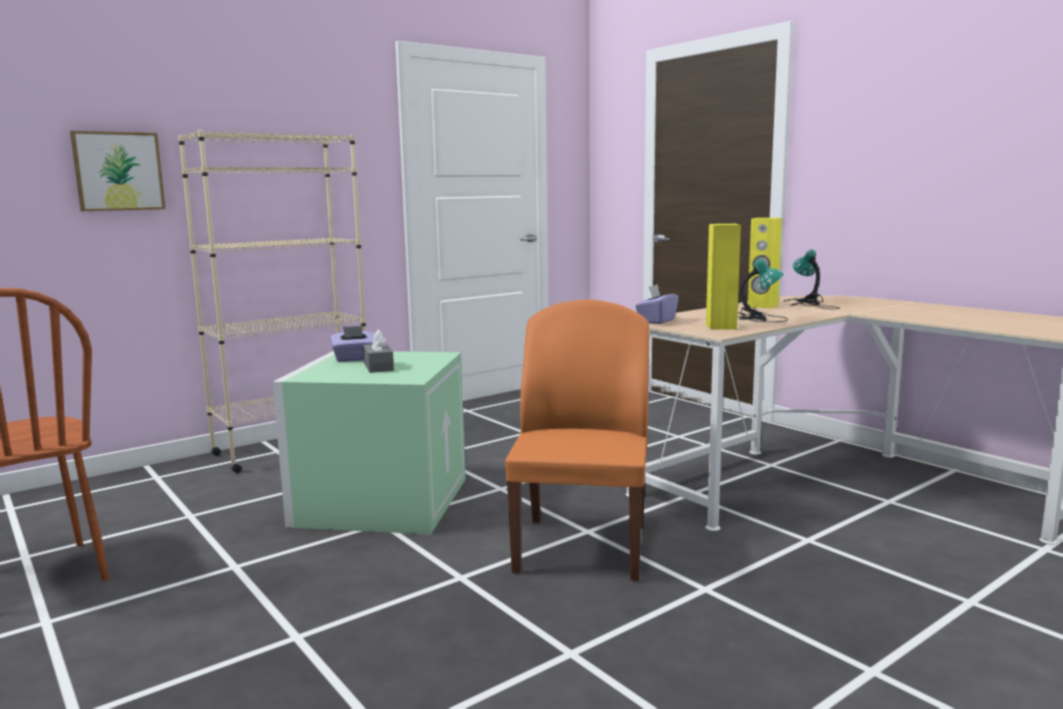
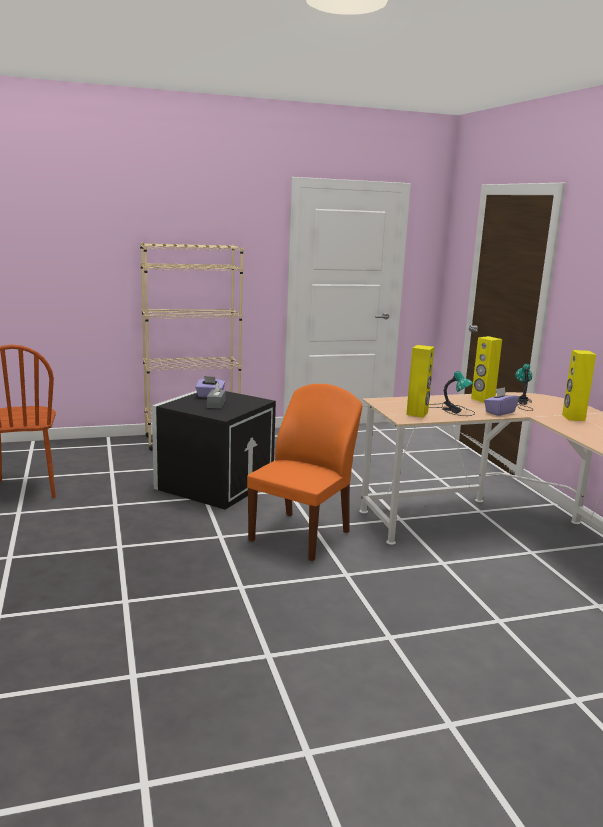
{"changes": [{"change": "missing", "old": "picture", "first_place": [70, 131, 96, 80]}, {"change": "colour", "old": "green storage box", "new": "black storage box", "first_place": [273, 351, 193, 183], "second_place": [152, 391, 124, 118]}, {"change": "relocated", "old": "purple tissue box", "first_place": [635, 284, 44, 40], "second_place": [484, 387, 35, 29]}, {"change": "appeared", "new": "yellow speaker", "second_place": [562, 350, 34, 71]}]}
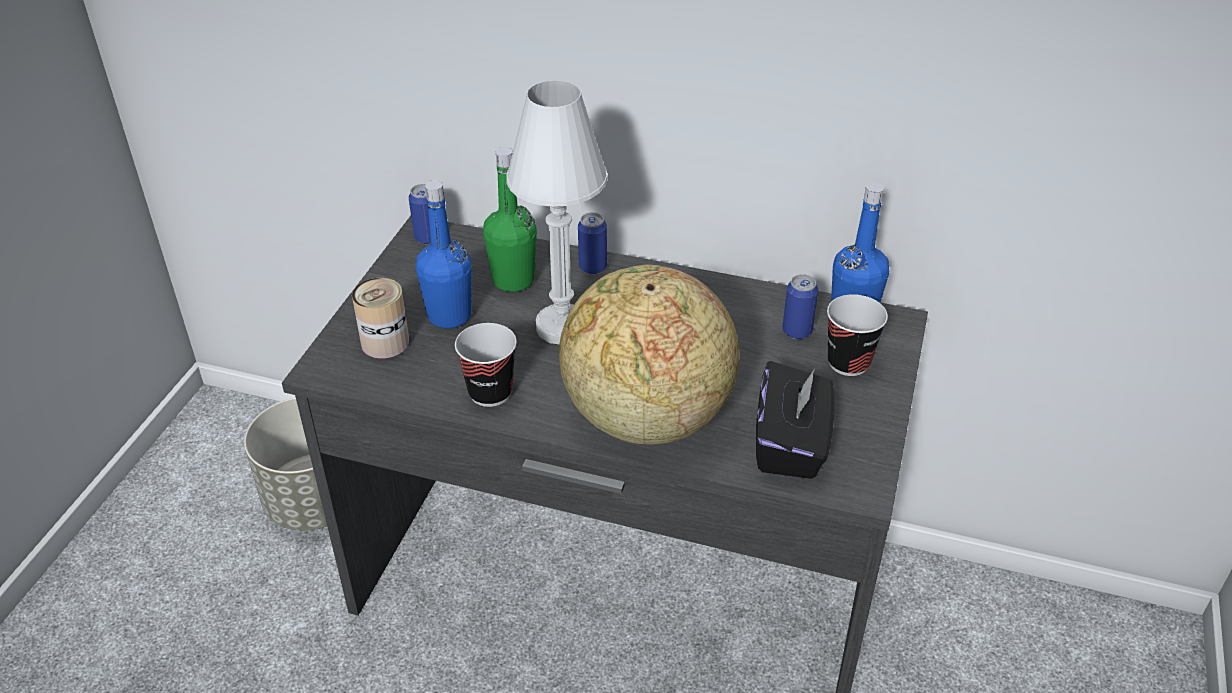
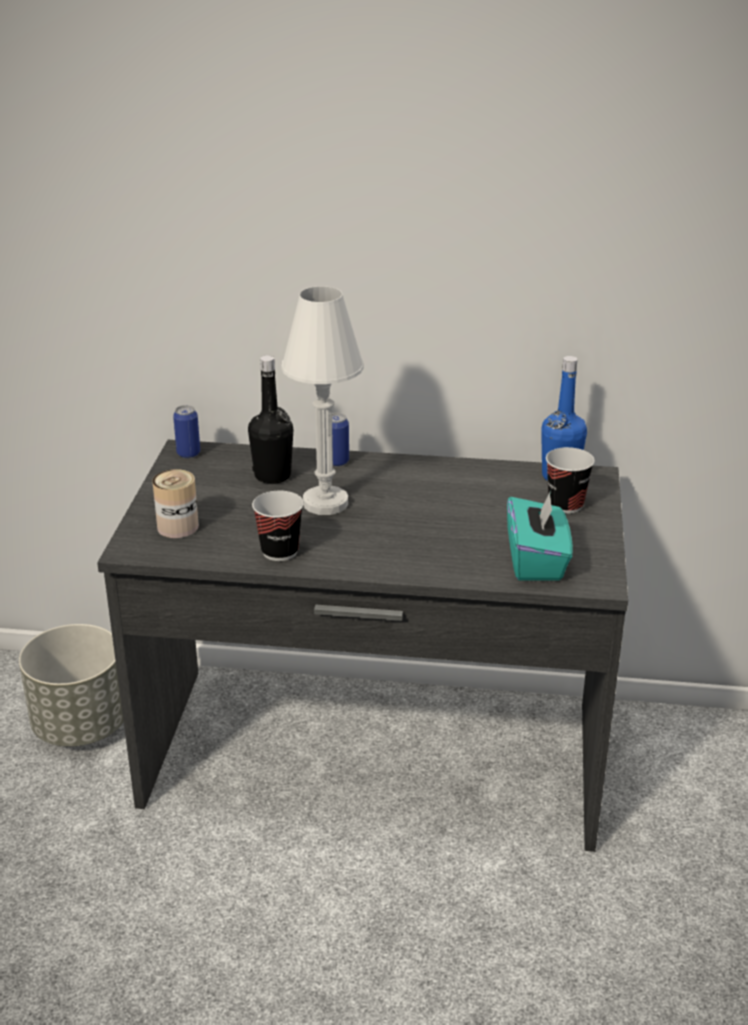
{"changes": [{"change": "missing", "old": "blue bottle", "first_place": [416, 180, 56, 148]}, {"change": "colour", "old": "green bottle", "new": "black bottle", "first_place": [483, 147, 54, 145], "second_place": [248, 355, 45, 129]}, {"change": "missing", "old": "globe", "first_place": [559, 264, 180, 181]}, {"change": "colour", "old": "black tissue box", "new": "turquoise tissue box", "first_place": [756, 361, 79, 118], "second_place": [507, 491, 66, 90]}, {"change": "missing", "old": "can", "first_place": [782, 274, 36, 65]}]}
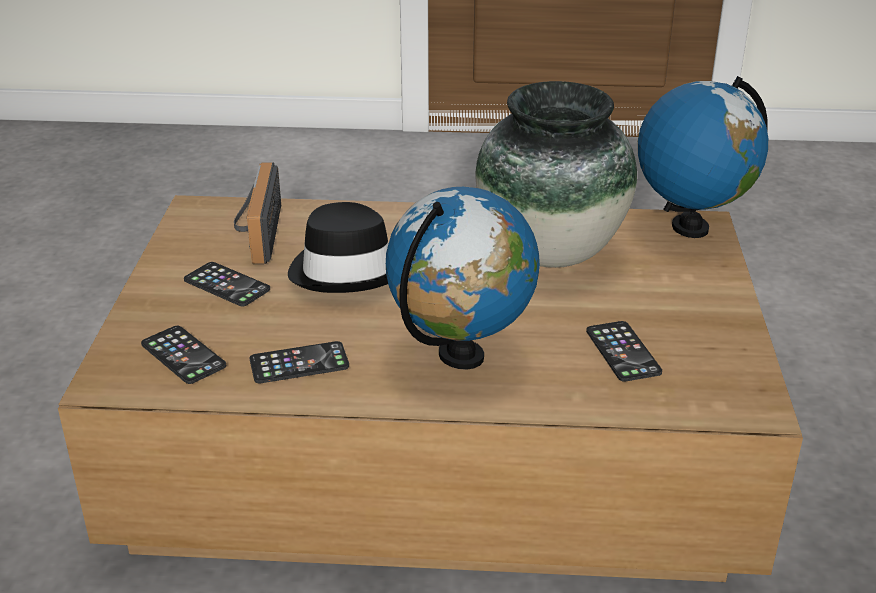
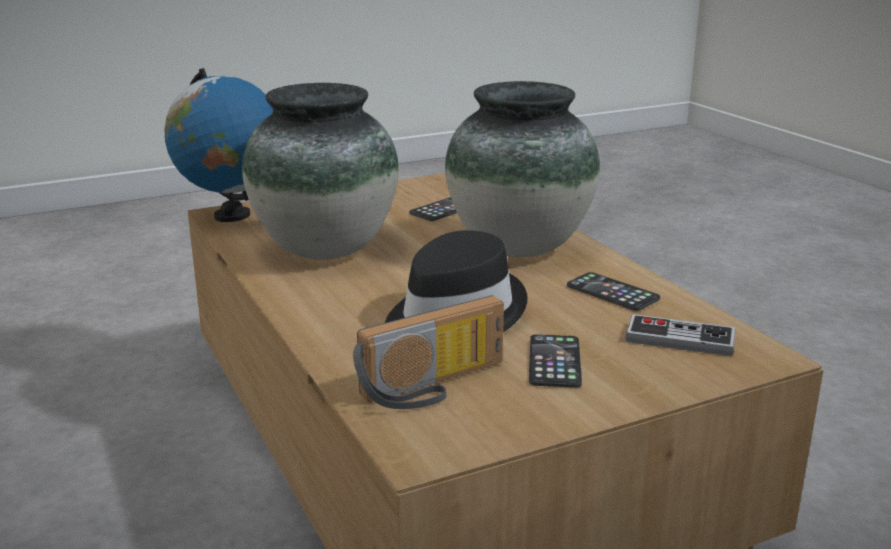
{"changes": [{"change": "exchanged", "old": "phone", "new": "game controller", "first_place": [141, 326, 85, 58], "second_place": [625, 314, 110, 42]}, {"change": "exchanged", "old": "globe", "new": "vase", "first_place": [386, 187, 154, 183], "second_place": [445, 81, 155, 176]}]}
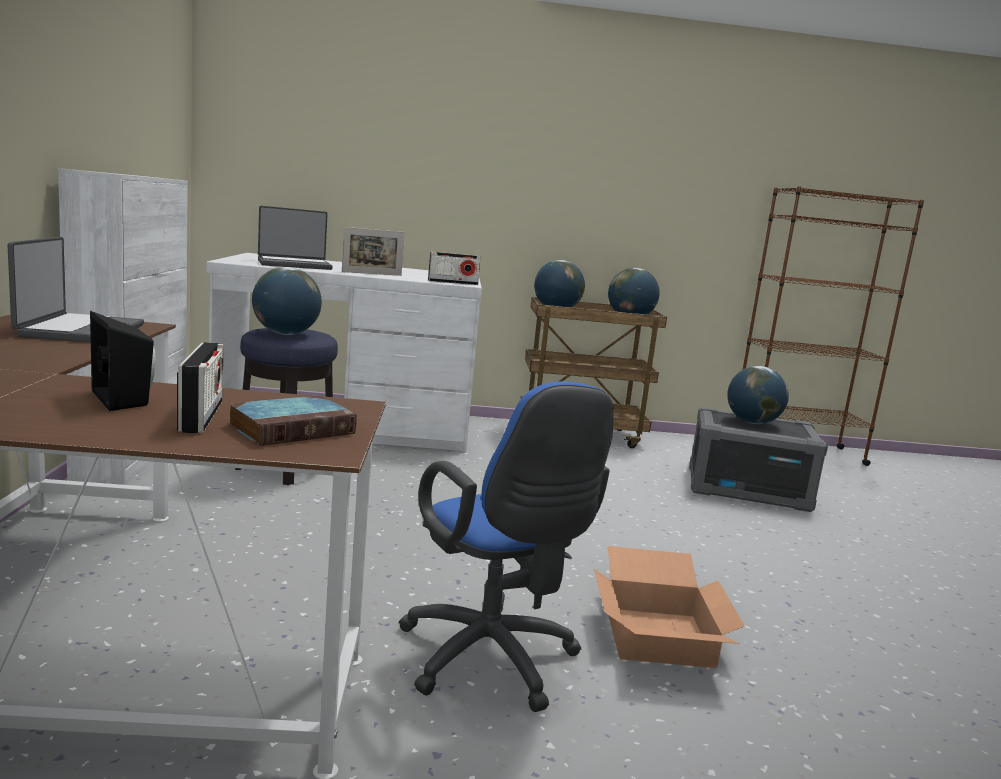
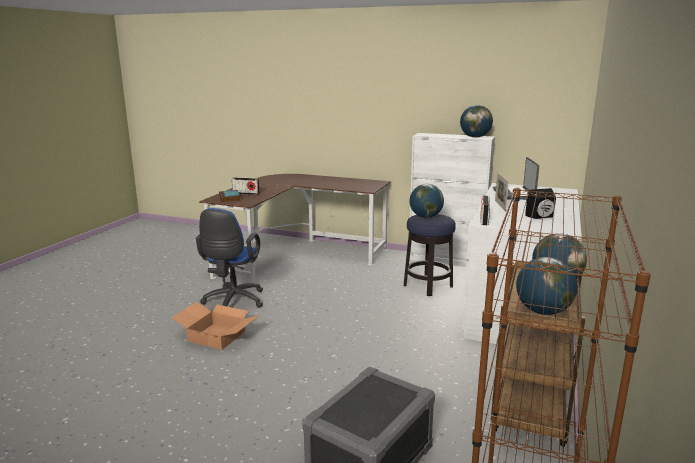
{"changes": [{"change": "missing", "old": "laptop", "first_place": [8, 237, 136, 105]}, {"change": "relocated", "old": "black speaker", "first_place": [90, 311, 66, 100], "second_place": [525, 188, 31, 31]}, {"change": "spun", "old": "blue office chair", "first_place": [398, 381, 216, 331], "second_place": [196, 208, 67, 100], "degrees": -75}, {"change": "relocated", "old": "globe", "first_place": [727, 366, 62, 58], "second_place": [460, 105, 33, 33]}]}
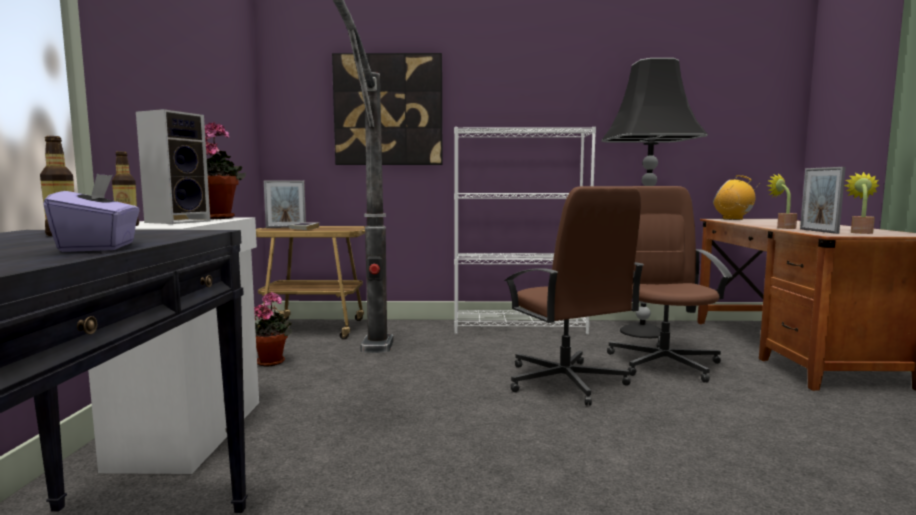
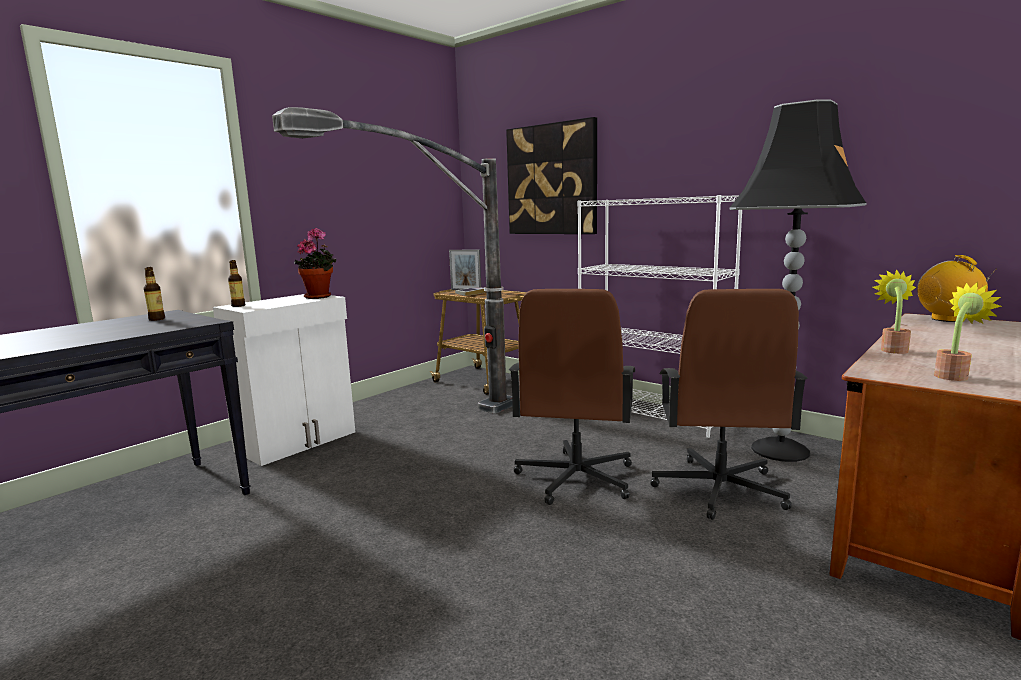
{"changes": [{"change": "missing", "old": "purple tissue box", "first_place": [43, 174, 97, 78]}, {"change": "missing", "old": "speaker", "first_place": [136, 109, 74, 115]}, {"change": "missing", "old": "potted plant", "first_place": [254, 292, 38, 75]}, {"change": "spun", "old": "brown office chair", "first_place": [607, 186, 126, 197], "second_place": [650, 289, 158, 231], "degrees": 150}, {"change": "missing", "old": "picture frame", "first_place": [800, 167, 46, 67]}]}
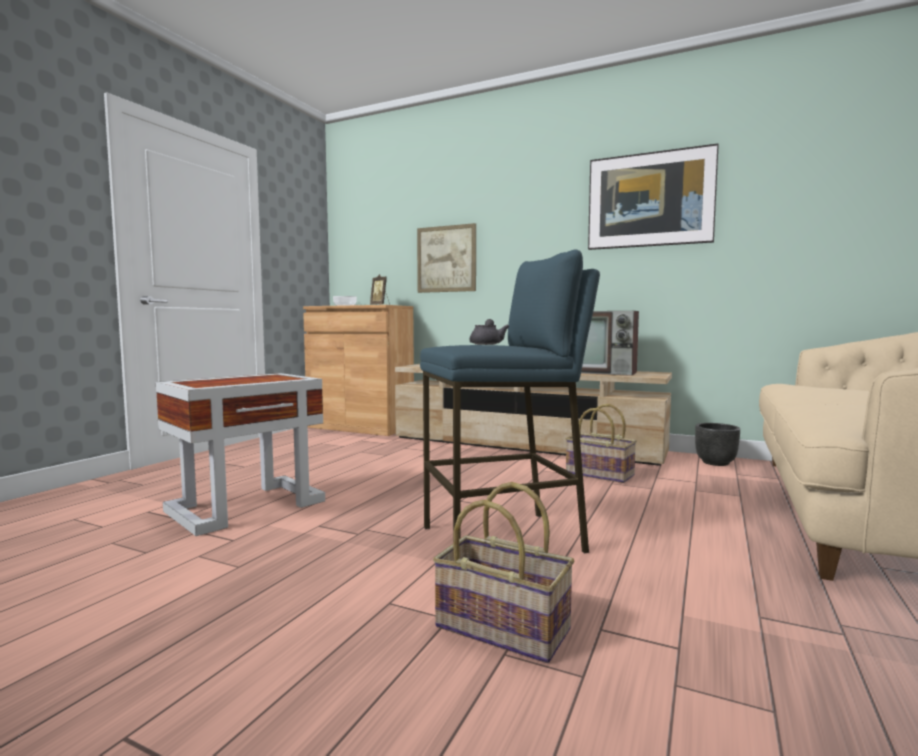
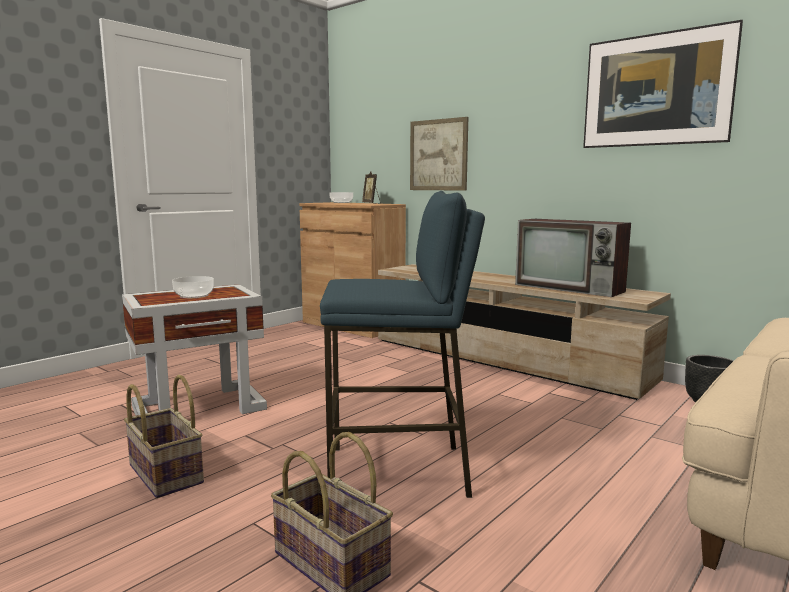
{"changes": [{"change": "missing", "old": "grey teapot", "first_place": [470, 319, 39, 26]}, {"change": "relocated", "old": "basket", "first_place": [565, 404, 72, 79], "second_place": [124, 375, 80, 123]}, {"change": "appeared", "new": "bowl", "second_place": [172, 276, 42, 22]}]}
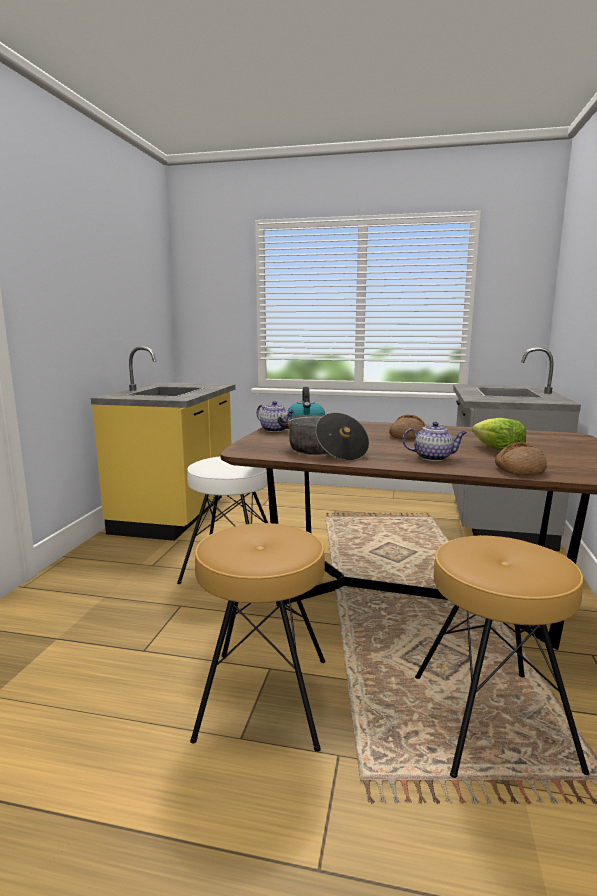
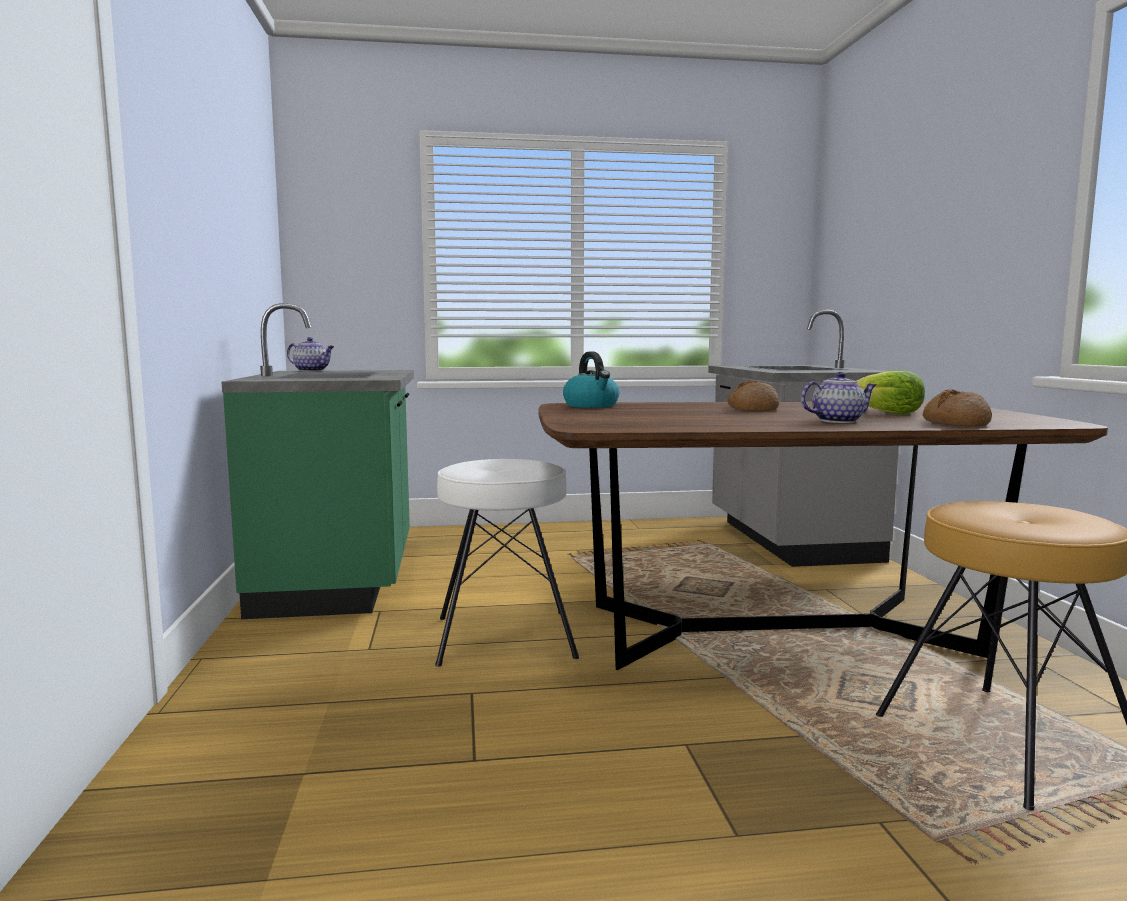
{"changes": [{"change": "colour", "old": "yellow counter", "new": "green counter", "first_place": [91, 346, 144, 195], "second_place": [222, 303, 192, 316]}, {"change": "missing", "old": "brown stool", "first_place": [190, 523, 135, 229]}, {"change": "relocated", "old": "teapot", "first_place": [256, 401, 38, 31], "second_place": [287, 337, 47, 34]}, {"change": "missing", "old": "cooking pot", "first_place": [277, 413, 93, 48]}]}
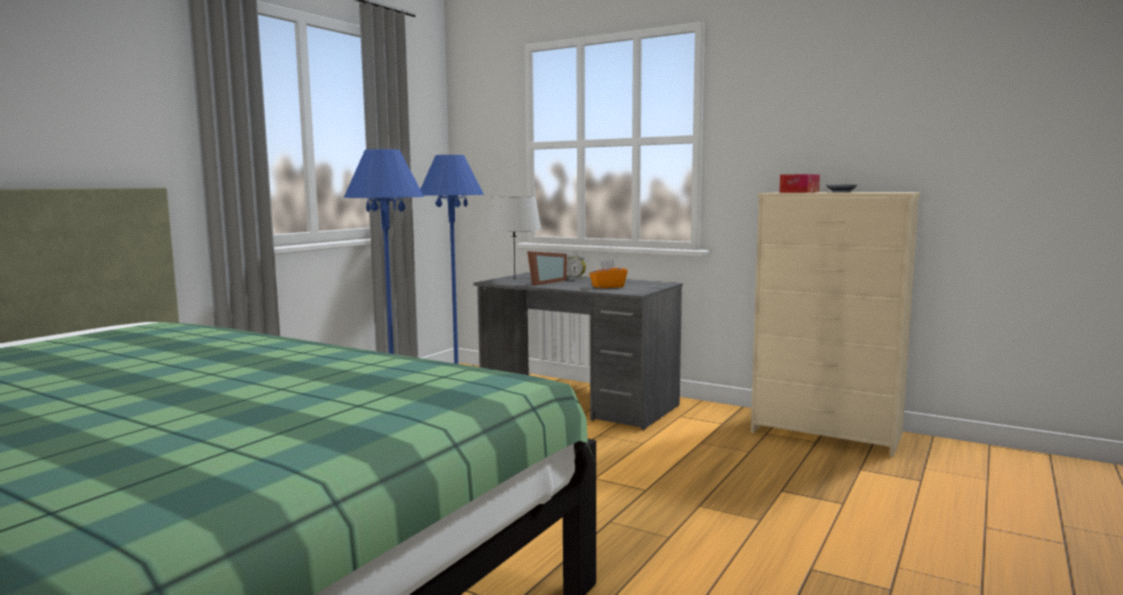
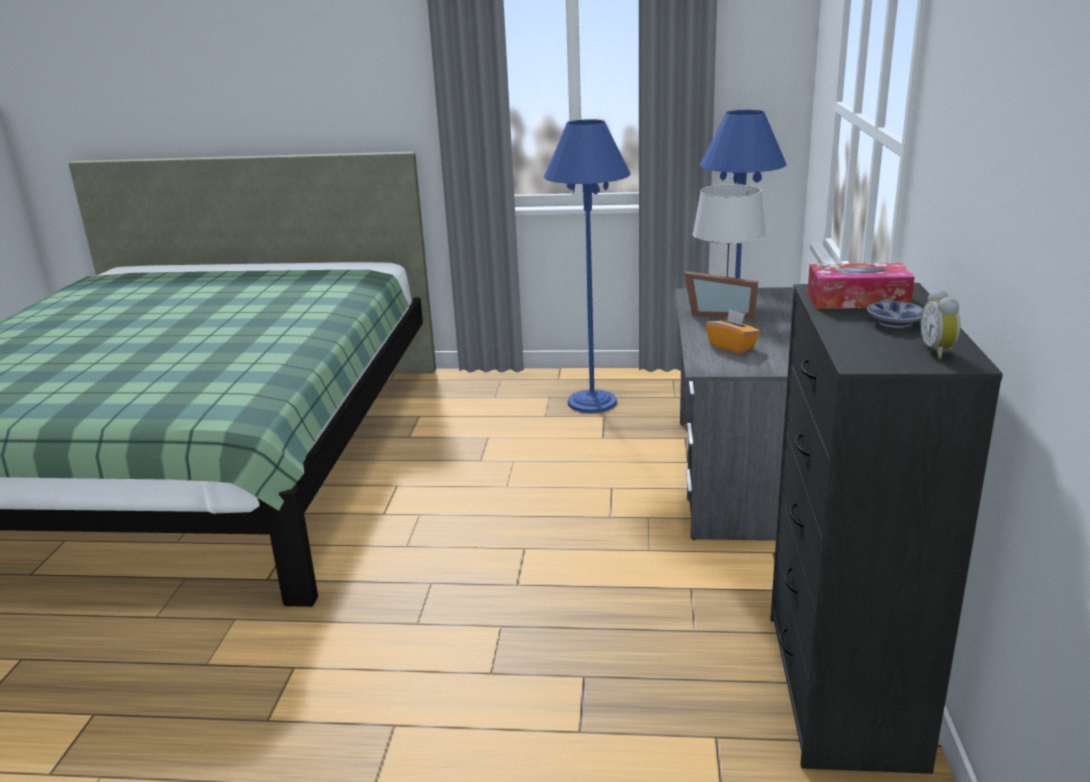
{"changes": [{"change": "relocated", "old": "alarm clock", "first_place": [567, 254, 19, 25], "second_place": [920, 289, 40, 70]}, {"change": "colour", "old": "beige dresser", "new": "black dresser", "first_place": [751, 192, 169, 265], "second_place": [770, 283, 233, 491]}]}
